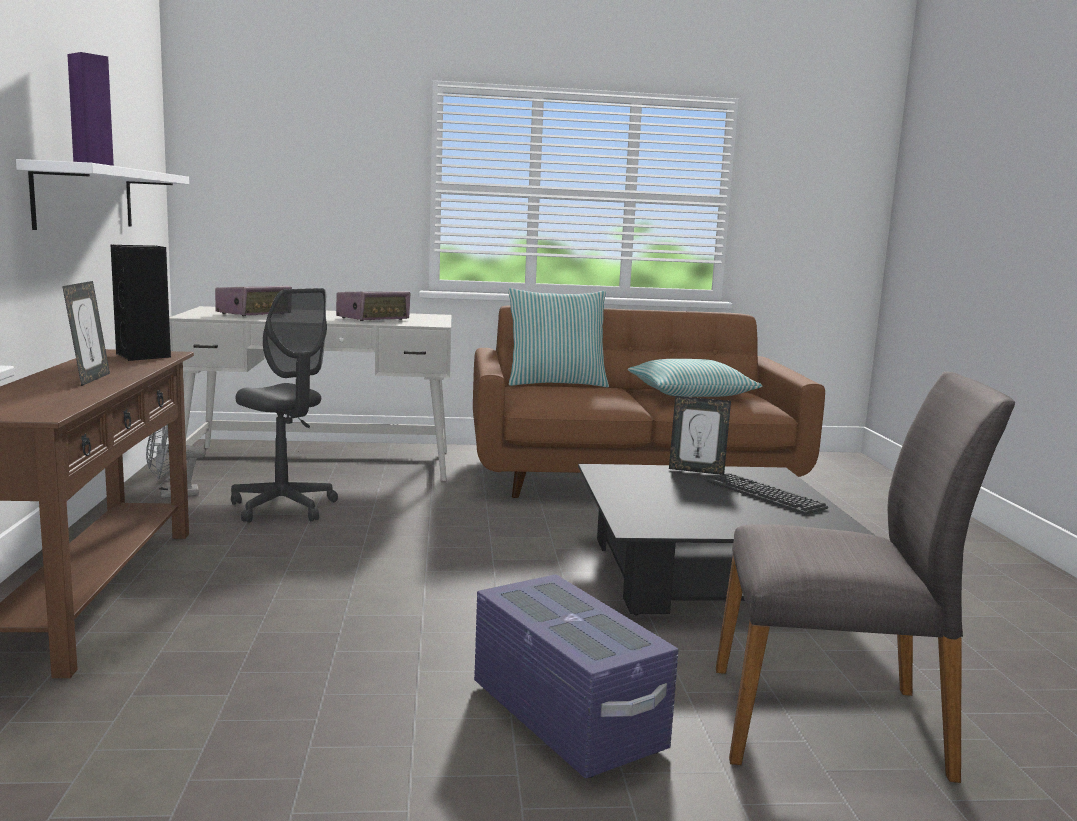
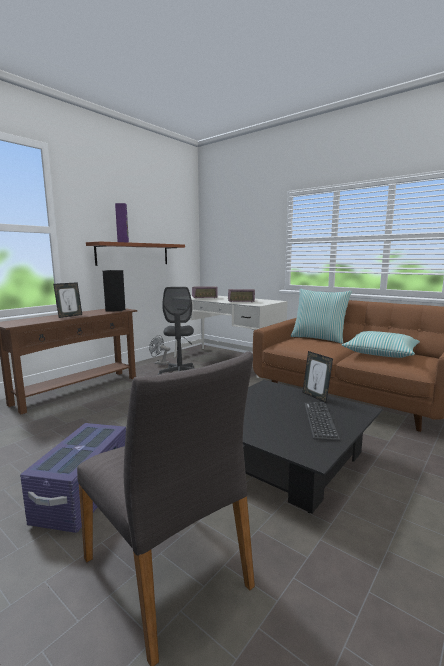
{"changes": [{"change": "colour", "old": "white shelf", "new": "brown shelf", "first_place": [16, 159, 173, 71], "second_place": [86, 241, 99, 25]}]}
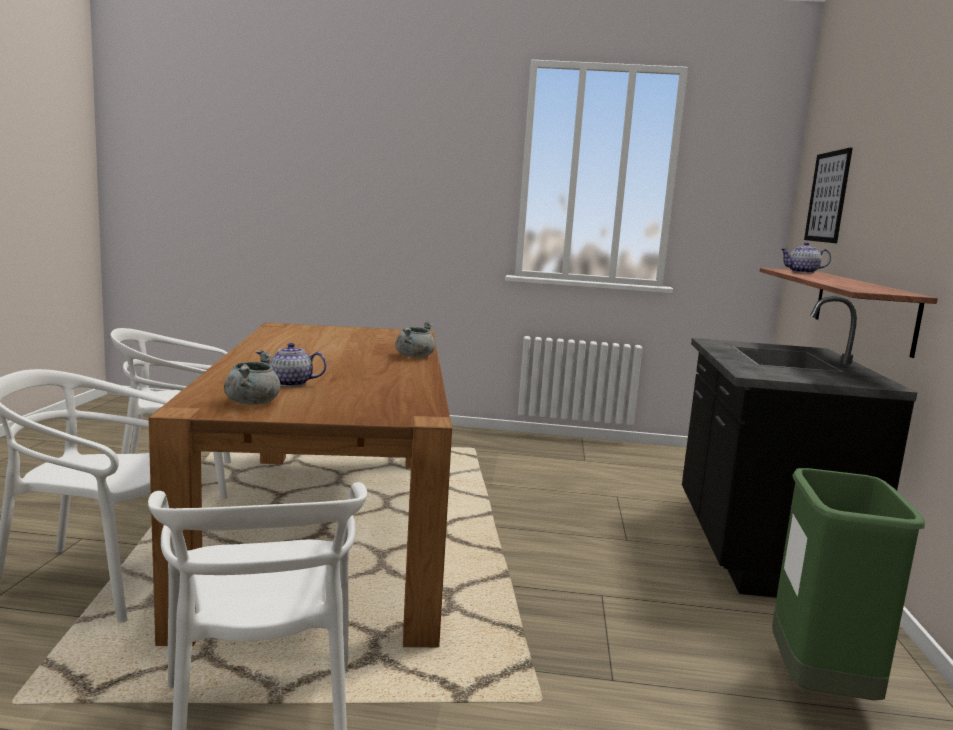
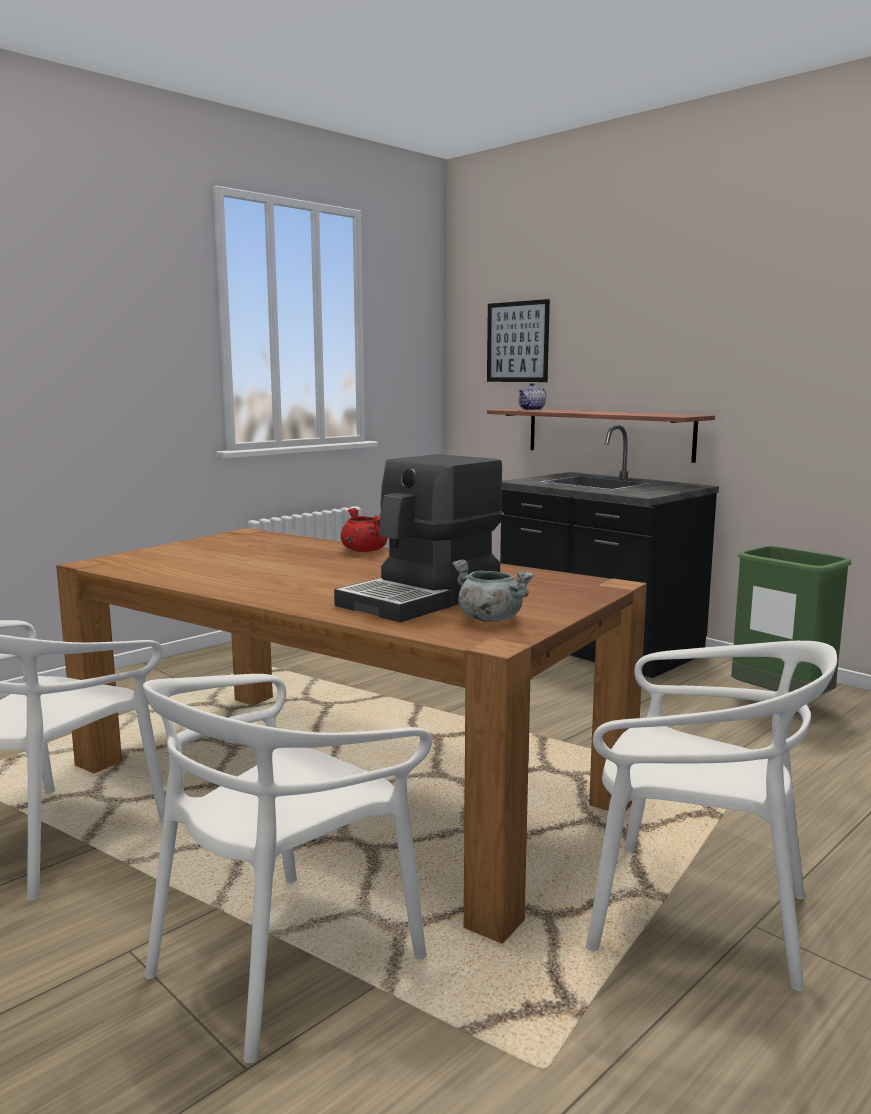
{"changes": [{"change": "exchanged", "old": "teapot", "new": "coffee machine", "first_place": [256, 343, 71, 44], "second_place": [334, 454, 168, 168]}, {"change": "colour", "old": "grey cooking pot", "new": "red cooking pot", "first_place": [395, 321, 40, 37], "second_place": [341, 508, 47, 44]}]}
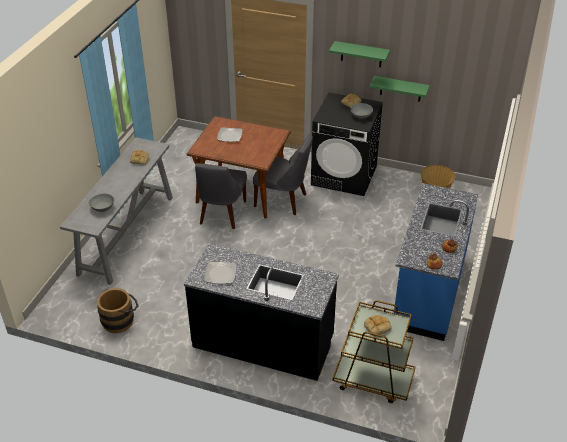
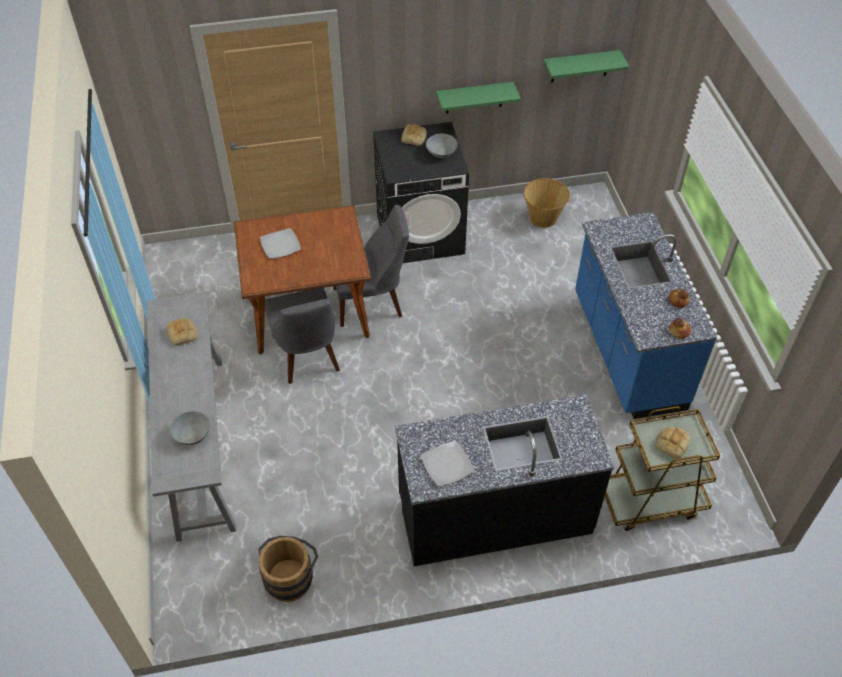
{"changes": [{"change": "relocated", "old": "green shelf", "first_place": [329, 41, 61, 26], "second_place": [543, 50, 86, 33]}]}
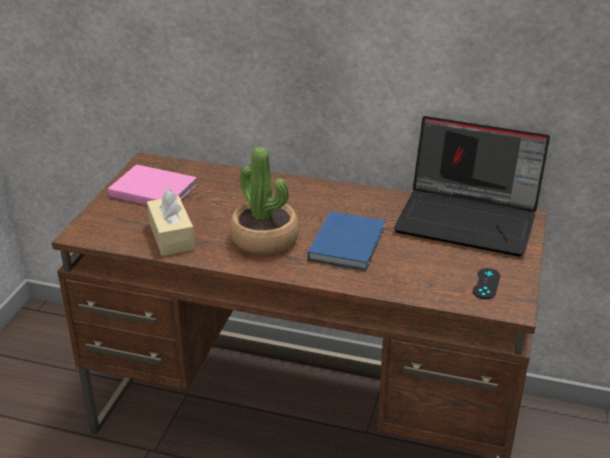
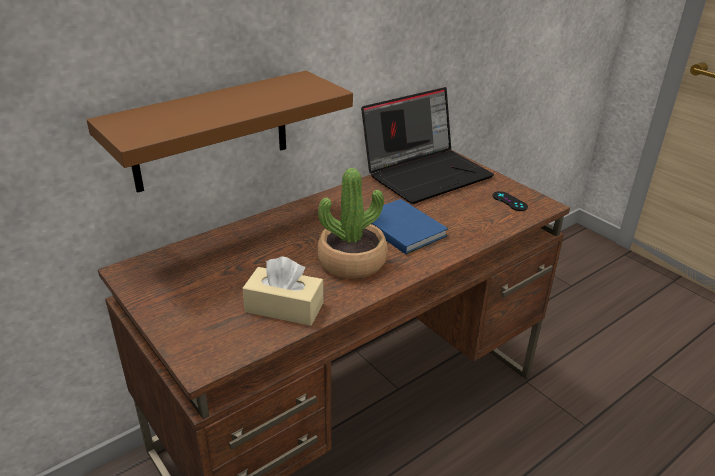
{"changes": [{"change": "missing", "old": "pink book", "first_place": [108, 164, 89, 41]}, {"change": "appeared", "new": "brown shelf", "second_place": [87, 71, 266, 122]}]}
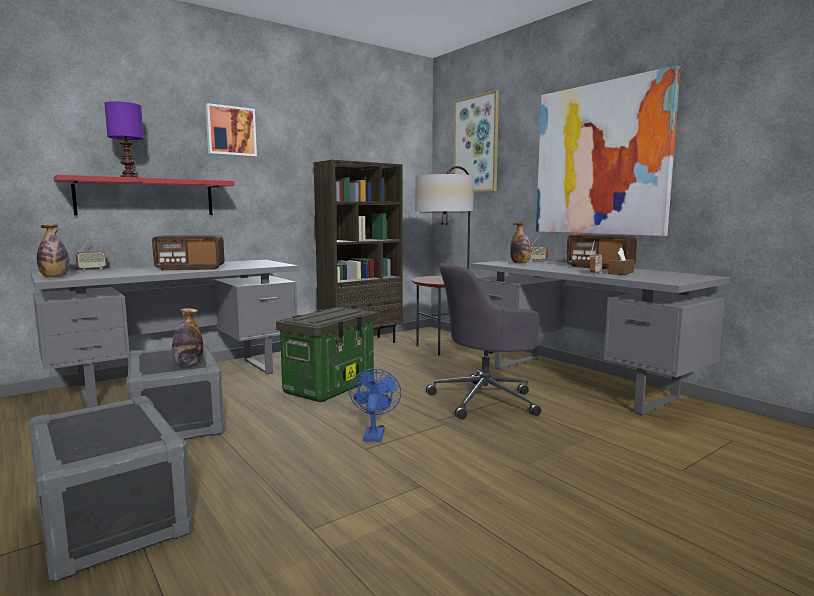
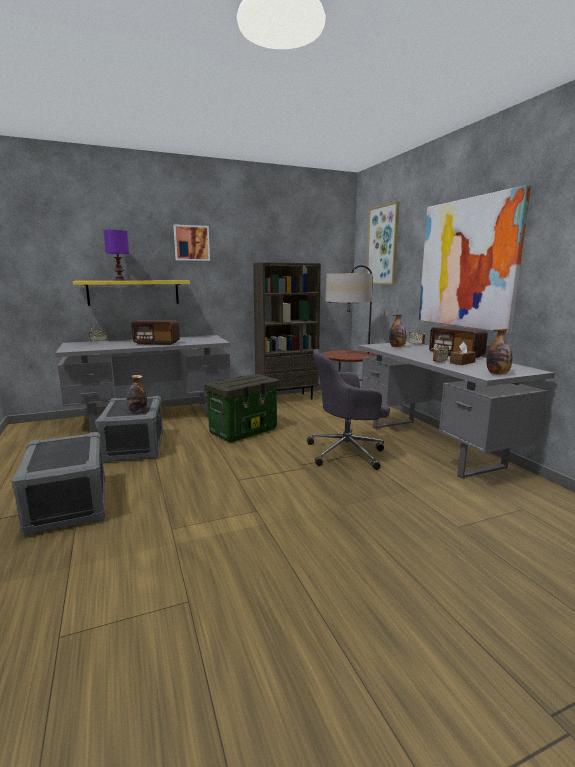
{"changes": [{"change": "relocated", "old": "bottle", "first_place": [37, 224, 32, 53], "second_place": [487, 329, 25, 46]}, {"change": "colour", "old": "red shelf", "new": "yellow shelf", "first_place": [53, 175, 181, 40], "second_place": [73, 281, 117, 25]}, {"change": "missing", "old": "blue fan", "first_place": [349, 369, 52, 73]}]}
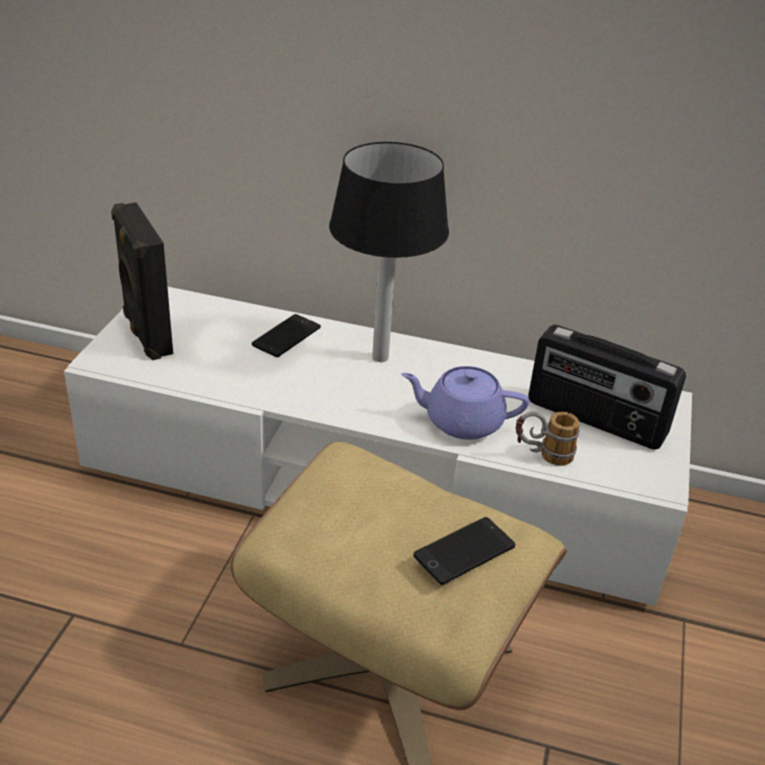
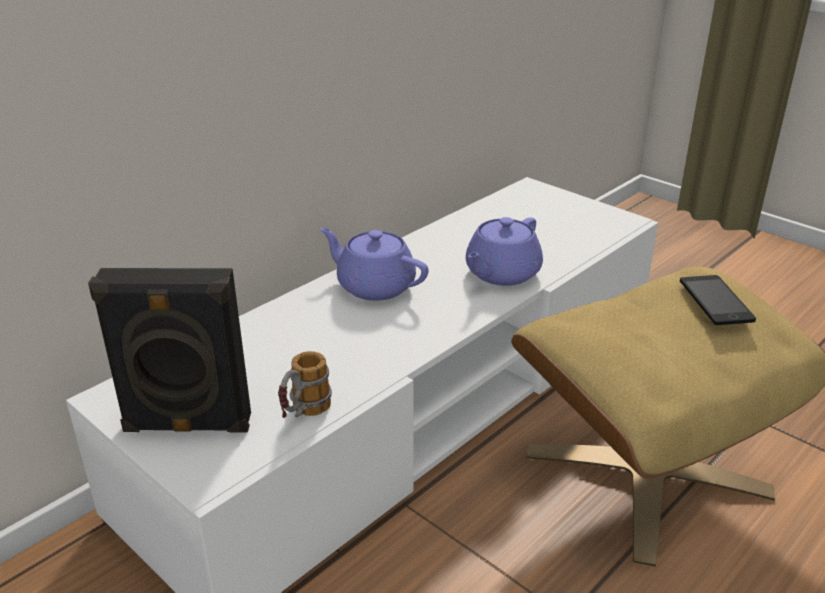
{"changes": [{"change": "missing", "old": "phone", "first_place": [252, 314, 69, 43]}, {"change": "exchanged", "old": "table lamp", "new": "purple teapot", "first_place": [329, 142, 120, 220], "second_place": [320, 228, 109, 73]}, {"change": "relocated", "old": "mug", "first_place": [516, 412, 64, 54], "second_place": [278, 351, 54, 67]}, {"change": "missing", "old": "radio", "first_place": [528, 325, 158, 125]}]}
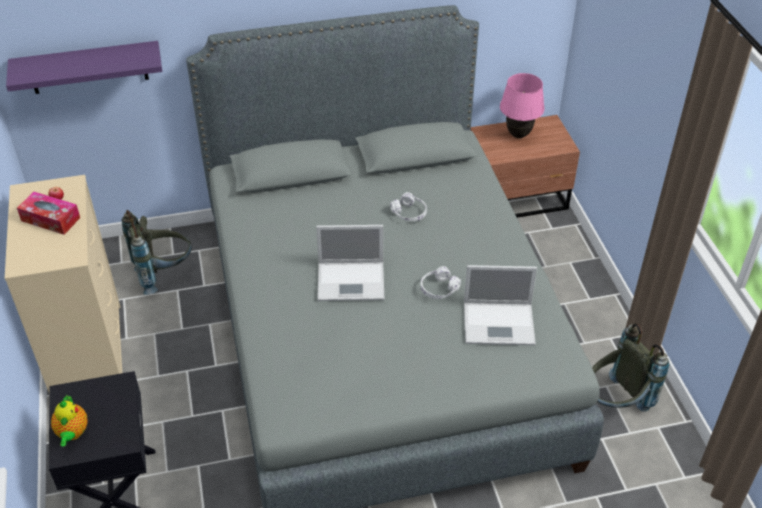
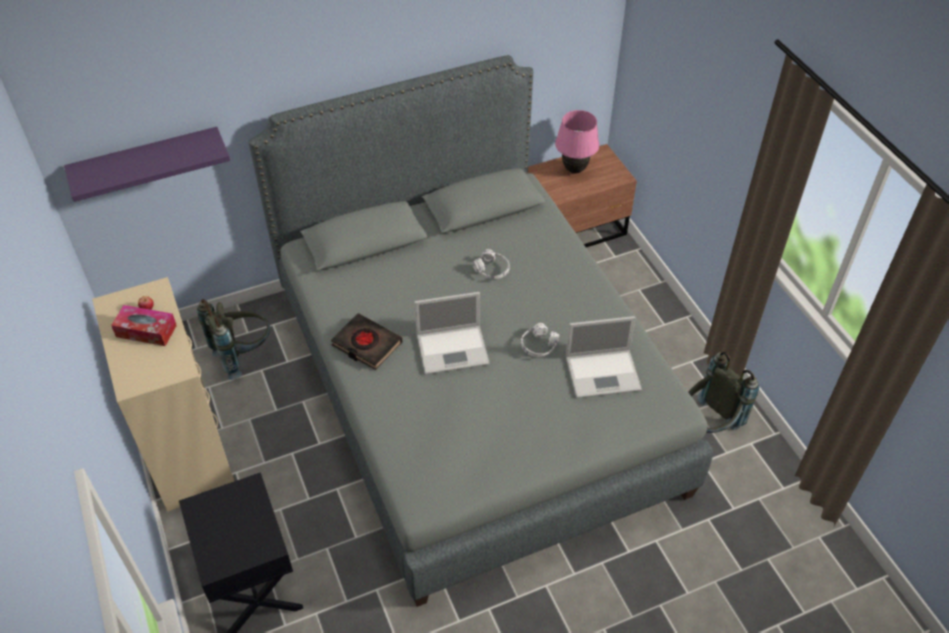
{"changes": [{"change": "missing", "old": "teapot", "first_place": [51, 394, 37, 52]}, {"change": "appeared", "new": "black book", "second_place": [331, 313, 71, 57]}]}
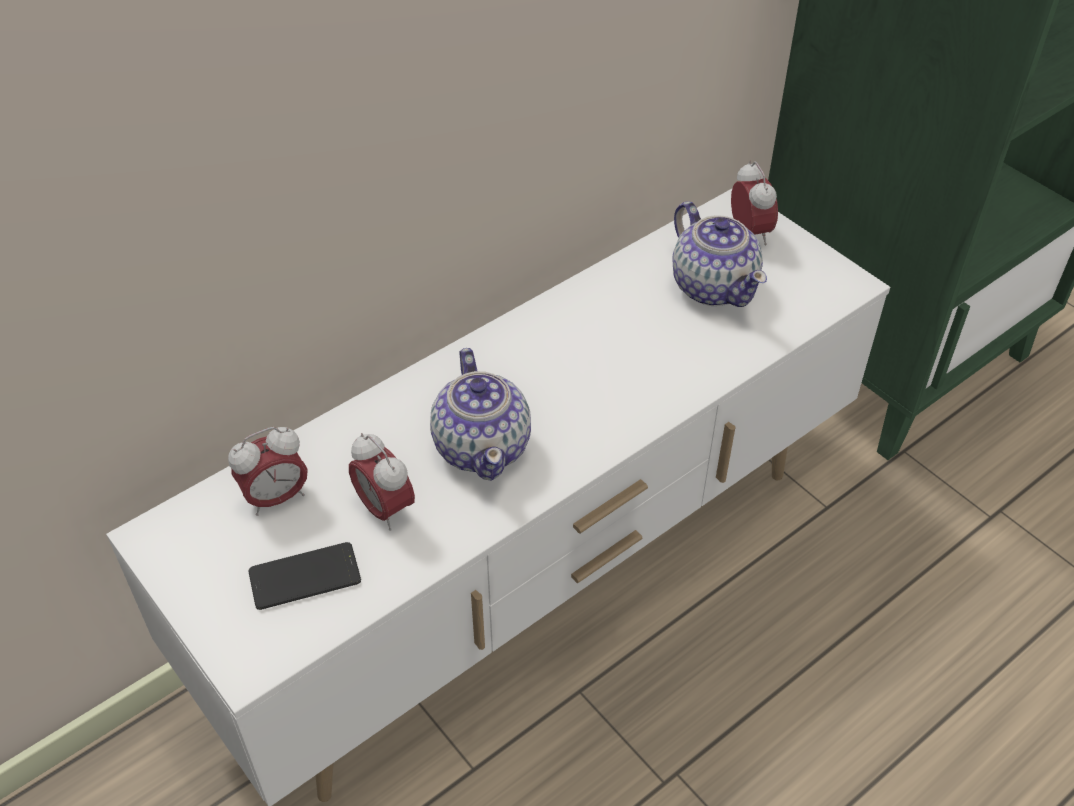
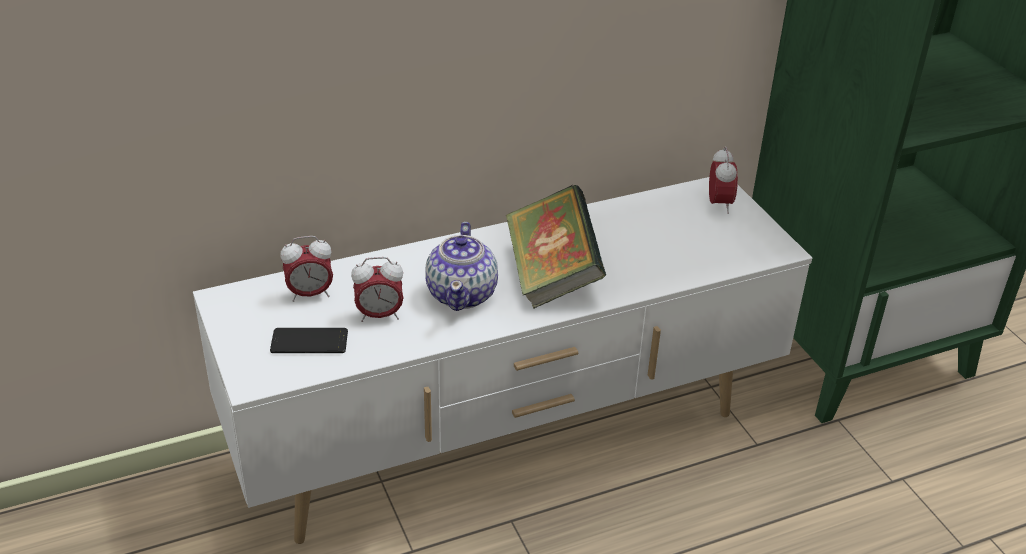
{"changes": [{"change": "spun", "old": "alarm clock", "first_place": [349, 433, 66, 98], "second_place": [351, 257, 53, 65], "degrees": -75}, {"change": "missing", "old": "teapot", "first_place": [673, 201, 94, 106]}, {"change": "appeared", "new": "book", "second_place": [505, 185, 101, 123]}]}
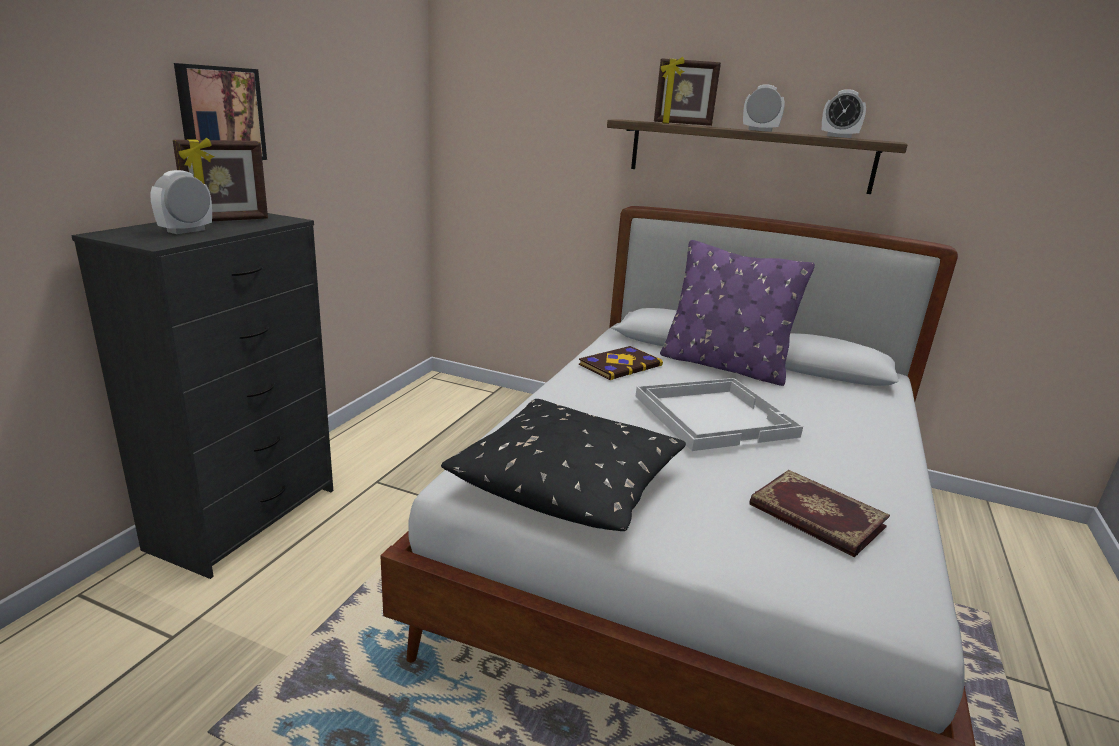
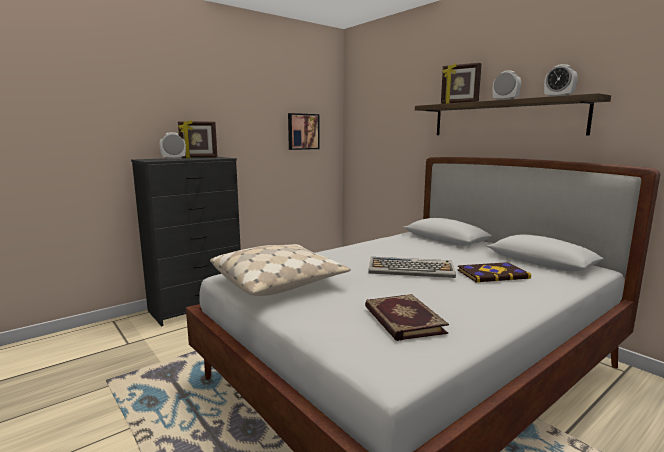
{"changes": [{"change": "relocated", "old": "picture", "first_place": [174, 63, 93, 97], "second_place": [288, 113, 32, 37]}, {"change": "colour", "old": "black pillow", "new": "beige pillow", "first_place": [441, 399, 245, 132], "second_place": [210, 244, 141, 52]}, {"change": "relocated", "old": "book", "first_place": [579, 346, 84, 34], "second_place": [458, 262, 73, 21]}, {"change": "exchanged", "old": "white tray", "new": "keyboard", "first_place": [635, 378, 168, 73], "second_place": [368, 257, 88, 21]}, {"change": "missing", "old": "purple pillow", "first_place": [660, 240, 155, 146]}]}
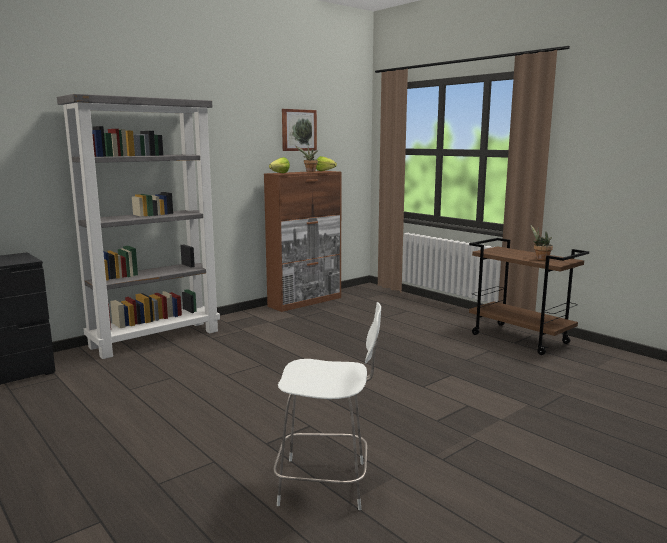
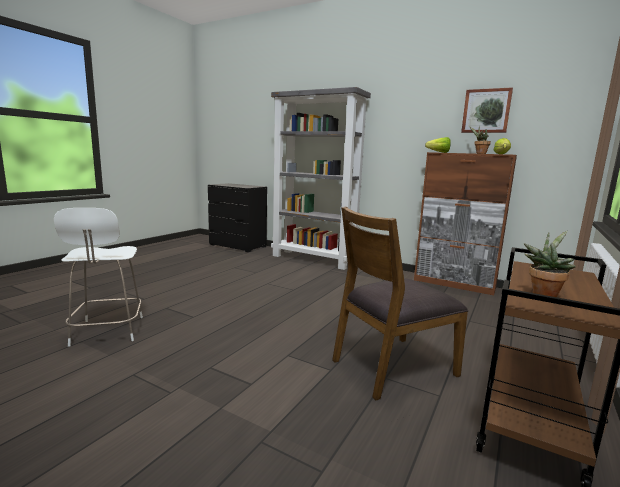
{"changes": [{"change": "appeared", "new": "brown chair", "second_place": [332, 206, 137, 194]}]}
